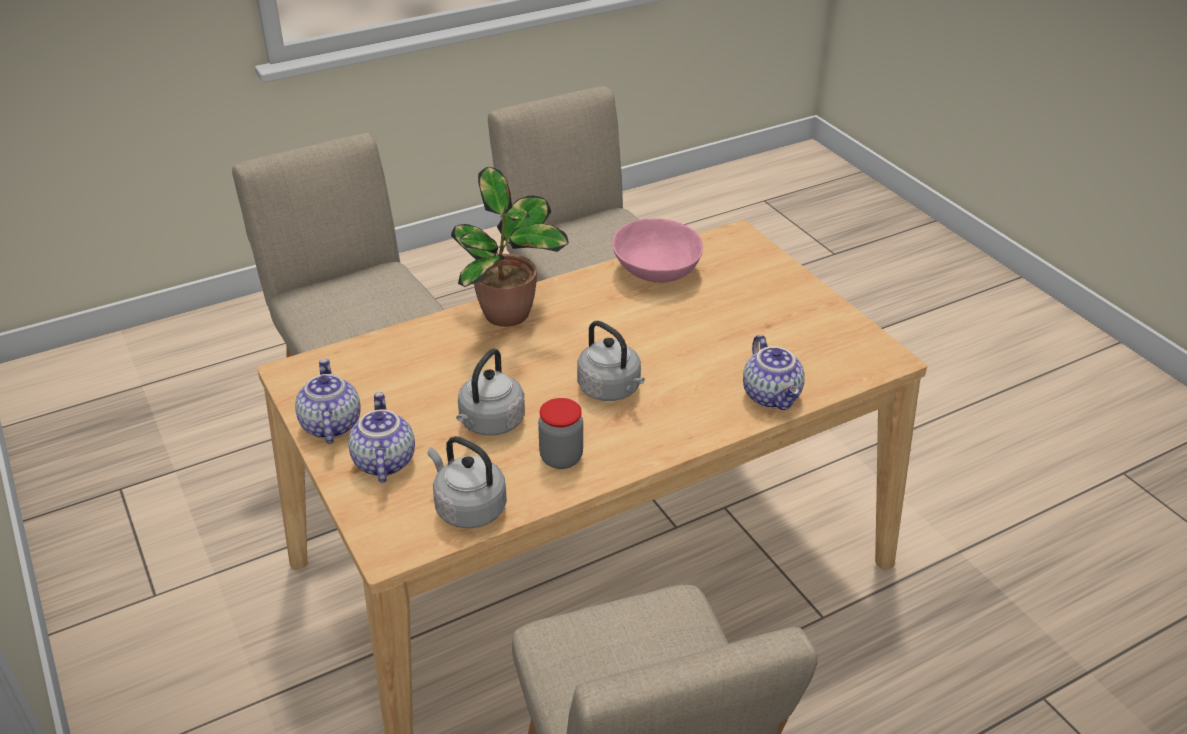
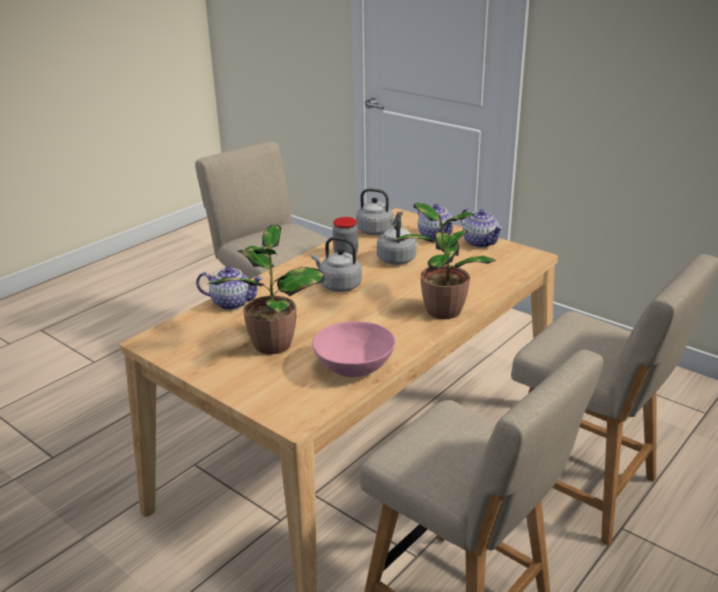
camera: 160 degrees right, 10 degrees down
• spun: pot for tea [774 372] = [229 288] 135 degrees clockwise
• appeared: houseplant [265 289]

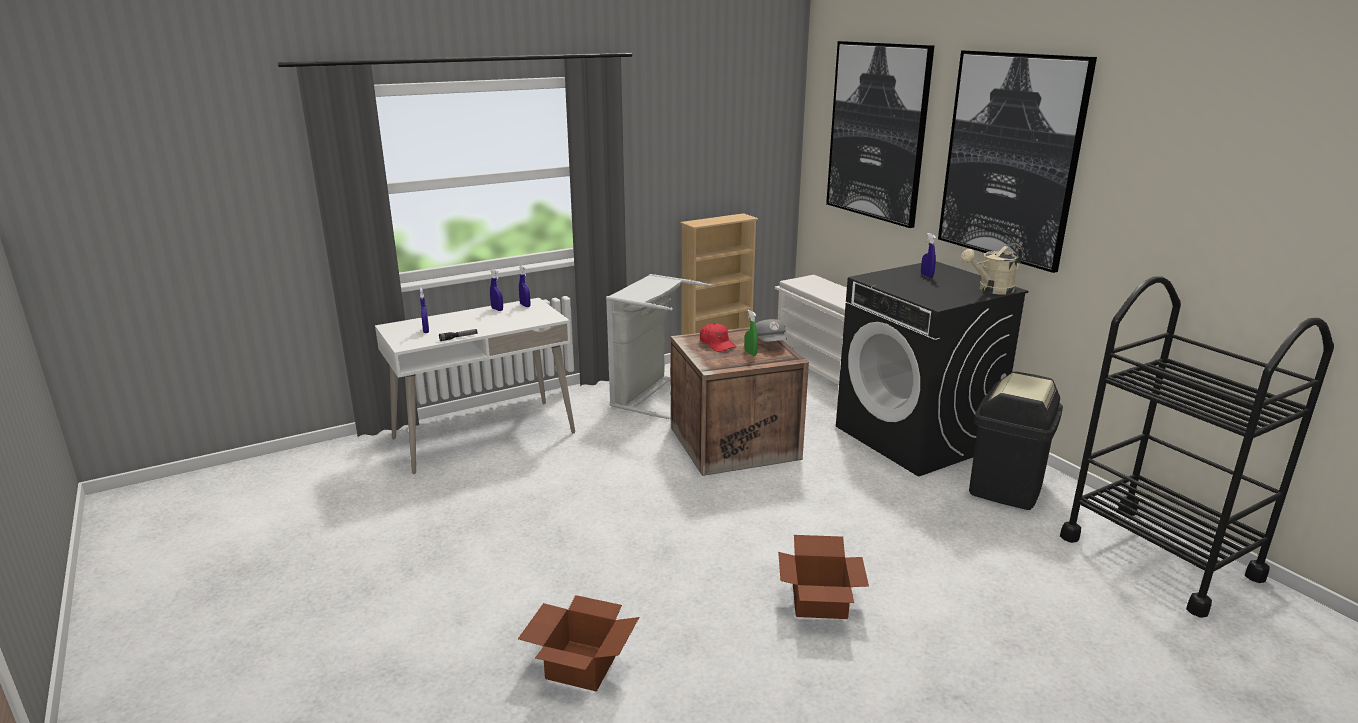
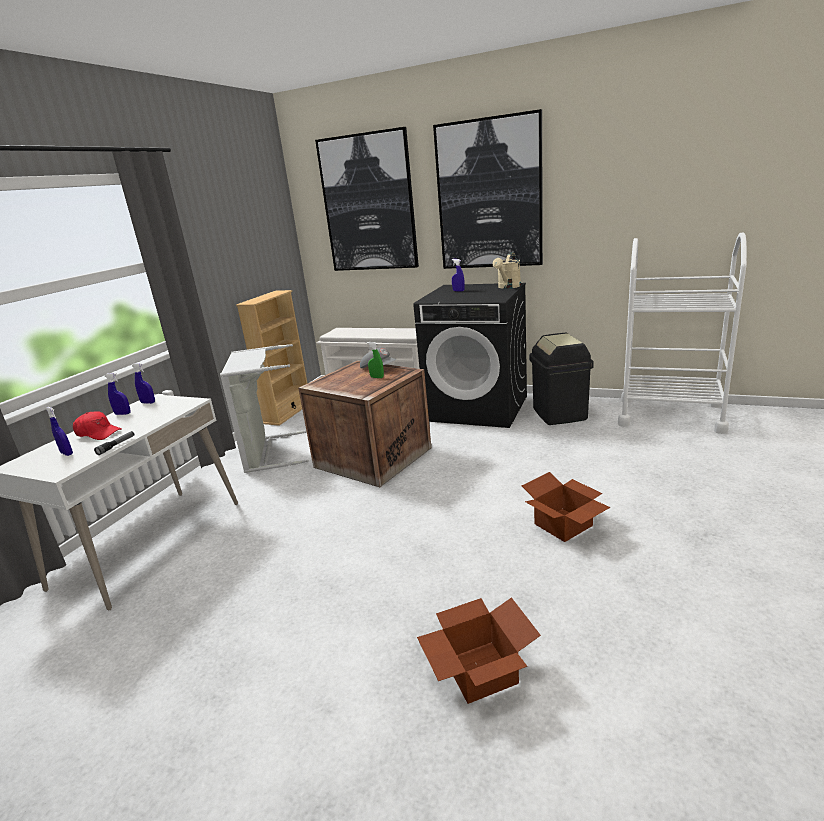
camera: 35 degrees left, 0 degrees up
• relocated: red cap [718 337] to [97 425]
• colour: black trolley [1197 447] to white-coloured trolley [682 333]

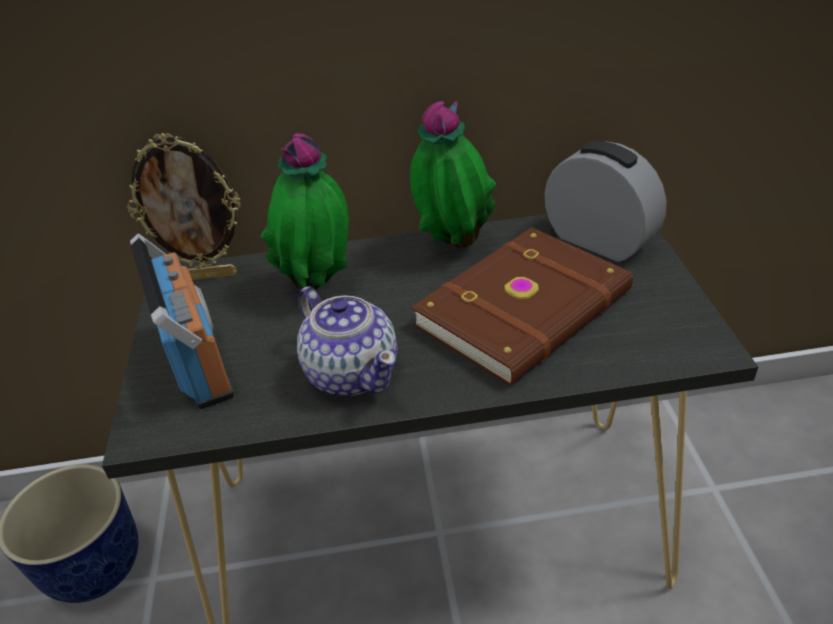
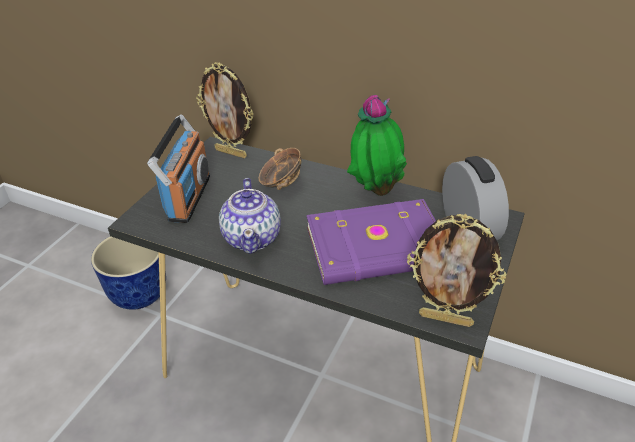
camera: 30 degrees right, 0 degrees up
• exchanged: houseplant [304 212] to deep dish [280 169]
• colour: brown-coloured volume [522 306] to purple volume [371 242]
• appeared: picture frame [456 270]

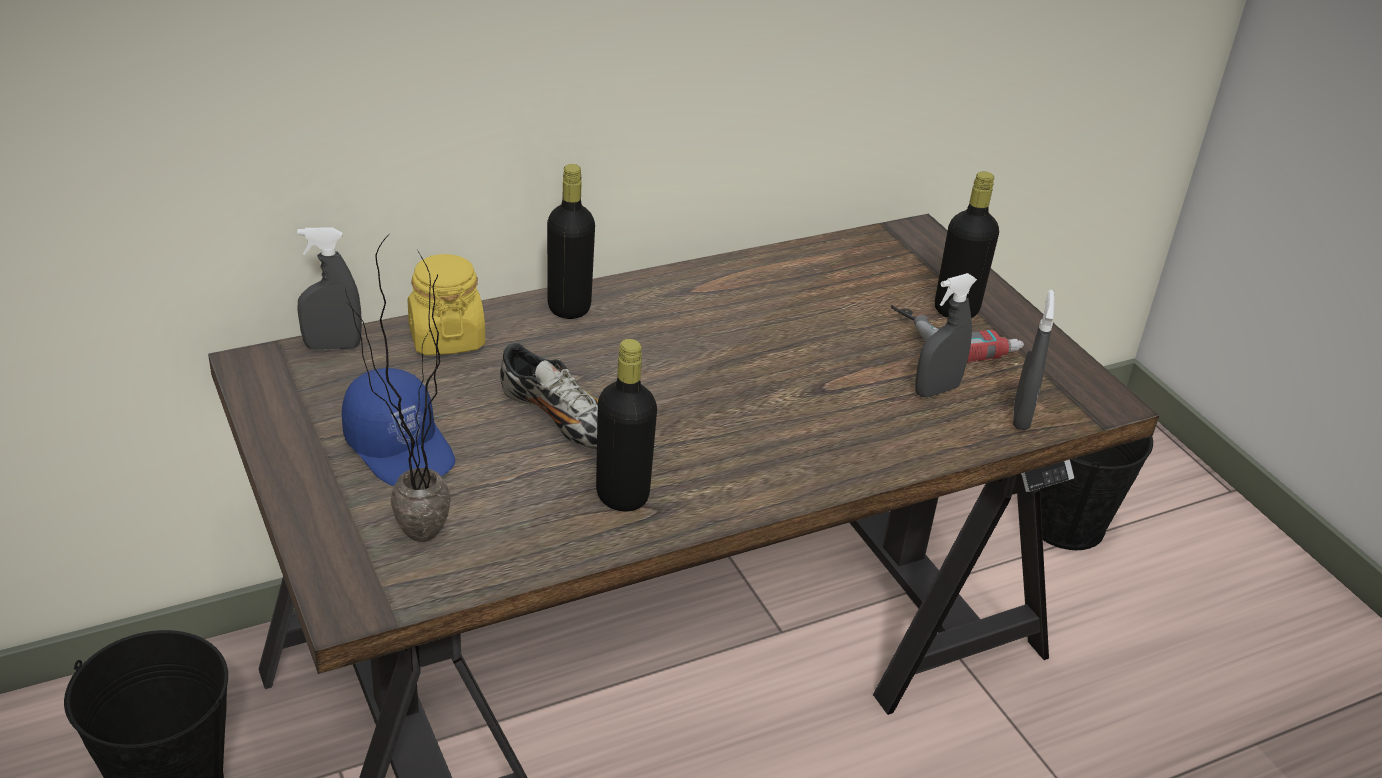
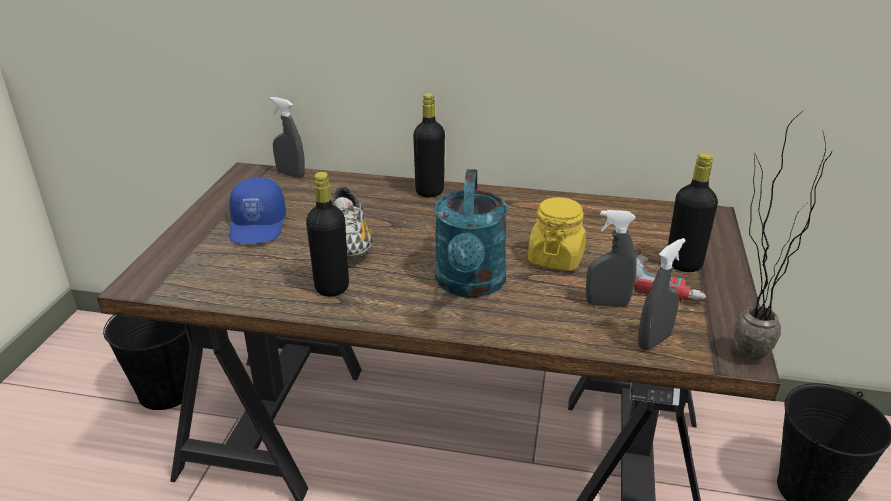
camera: 40 degrees right, 5 degrees down
• appeared: turquoise sprinkling can [471 233]
• relocated: yellow-coloured jar [446 304] to [557 234]
• relocated: houseplant [398 389] to [783 235]

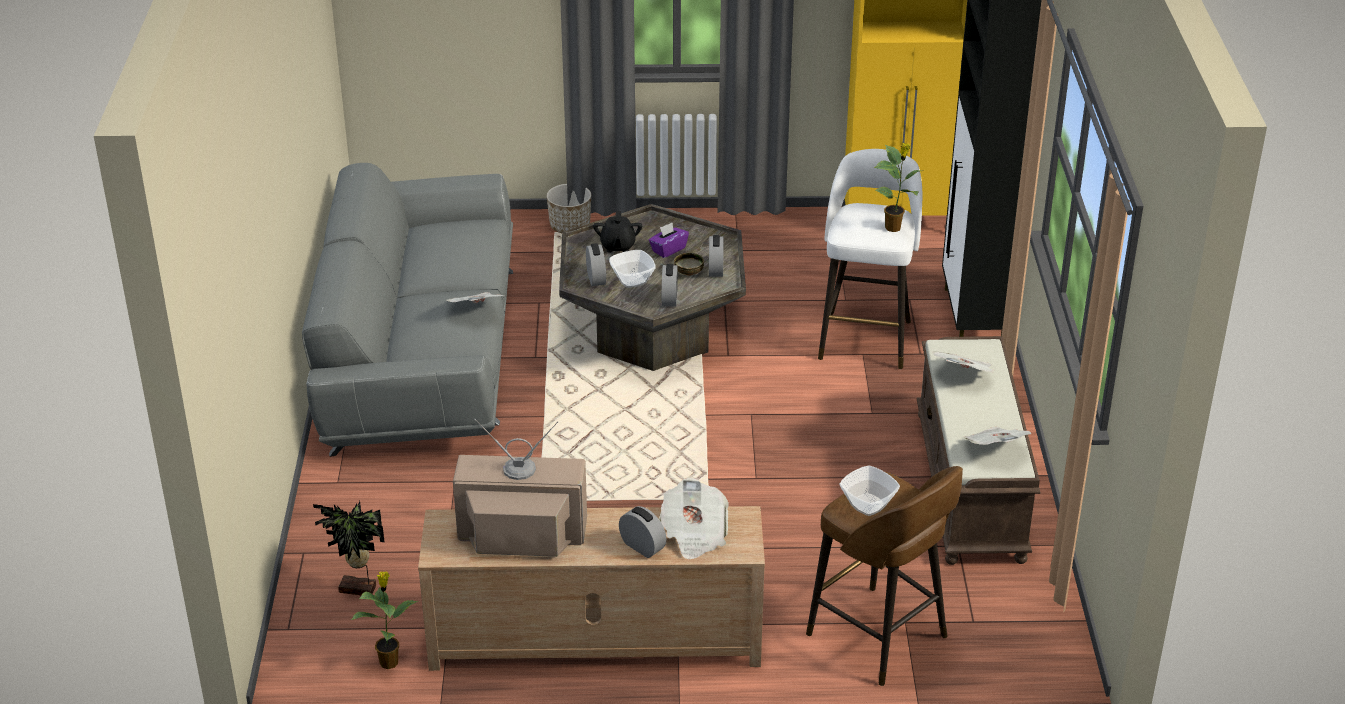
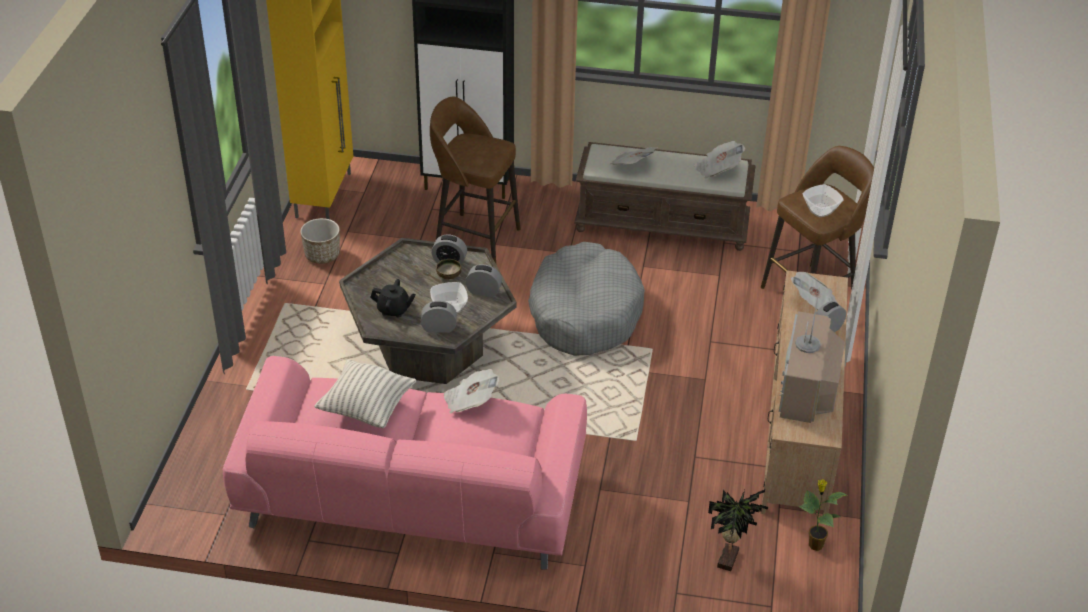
camera: 80 degrees left, 5 degrees up
• colour: greyish settee [407 310] to pink settee [405 462]
• relocated: flower pot [569 208] to [320 241]
• appeared: cushion [365 393]
• colour: white-coloured stool seat [870 259] to brown-coloured stool seat [475 180]
• appeared: greyish dog bed [586 299]
• missing: purple box of tissues [669 240]
• missing: houseplant [897 187]

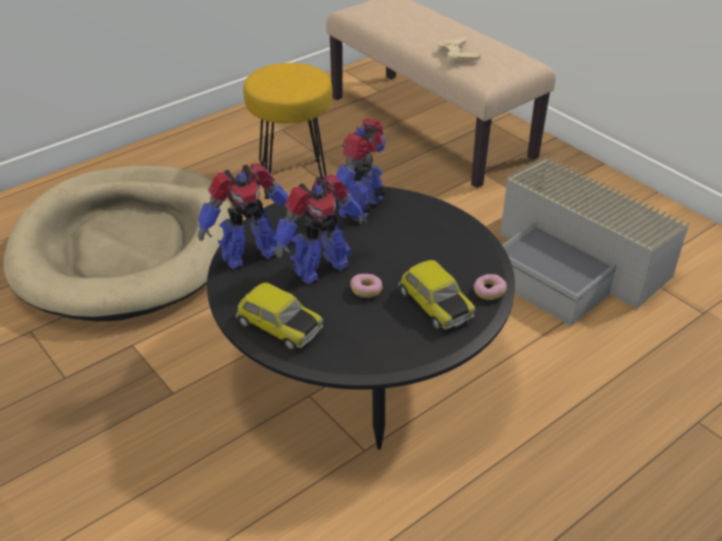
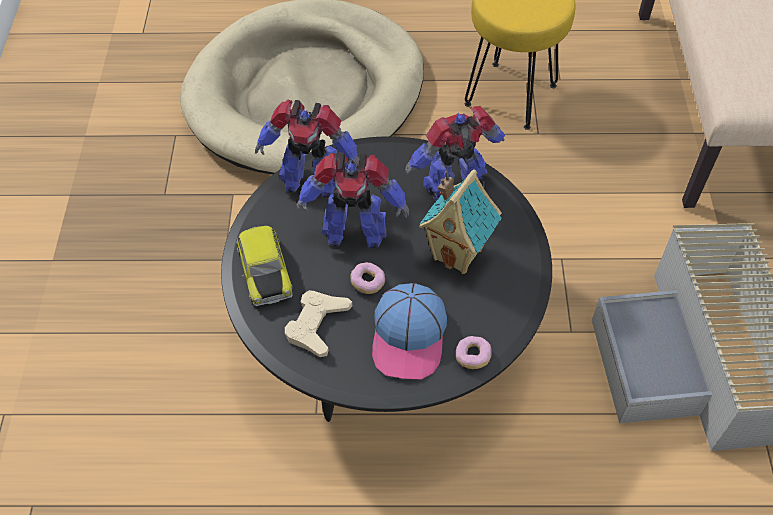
camera: 40 degrees right, 15 degrees up
• relocated: beige-coloured game controller [459 51] to [318 323]
• exchanged: miniature car [437 295] to cap [409 331]
• appeared: model house [460 221]

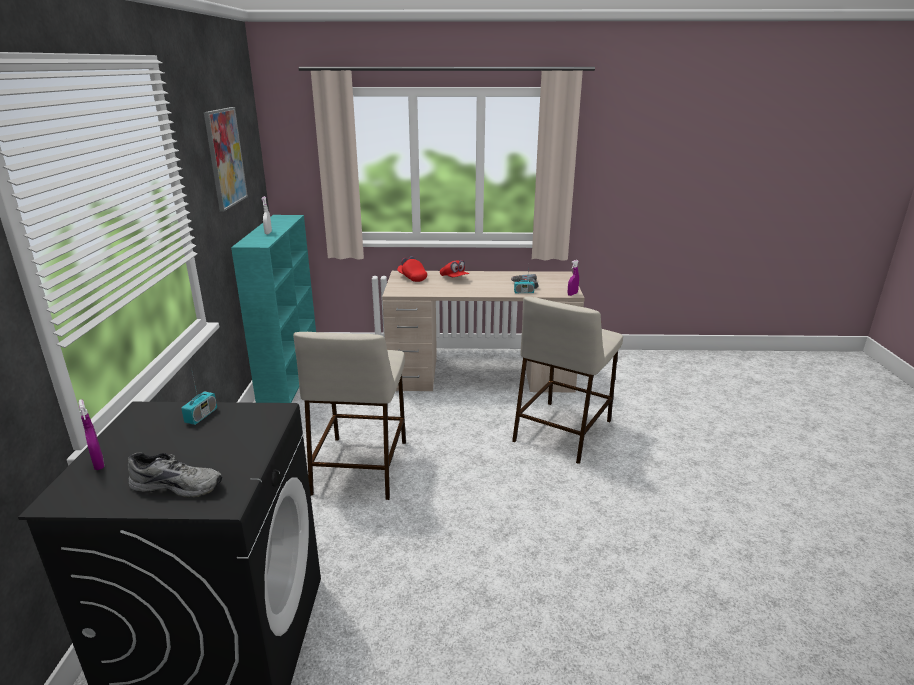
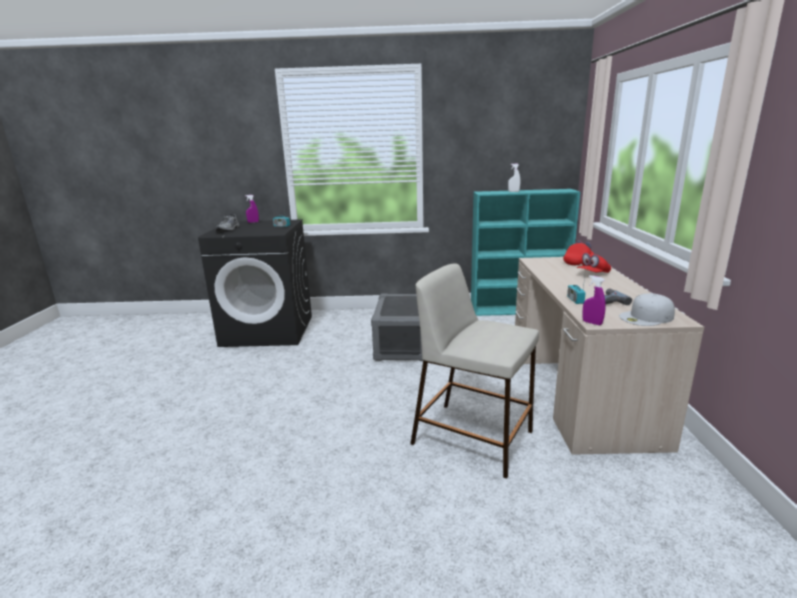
camera: 90 degrees right, 5 degrees down
• exchanged: beige-coloured stool seat [349 416] to greyish storage box [397 327]
• appeared: white-coloured cap [647 309]
• missing: picture [226 159]

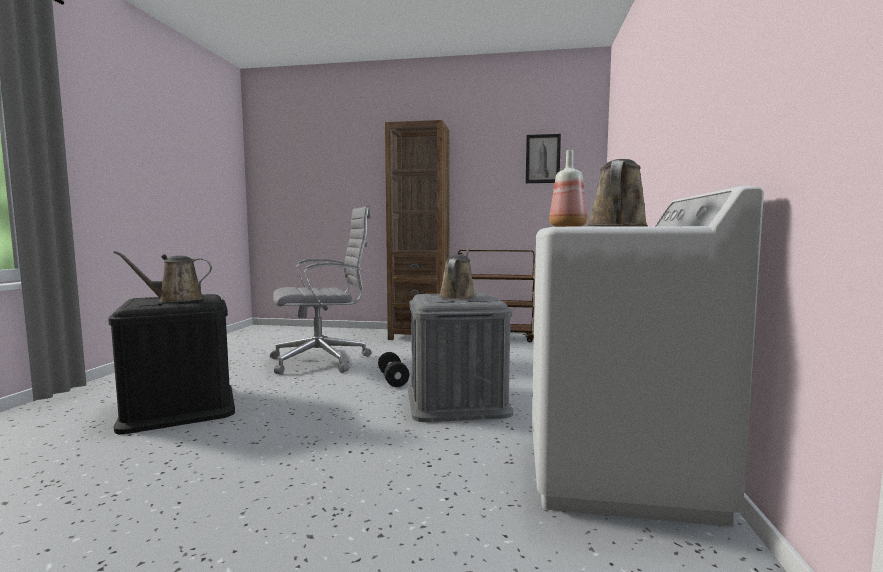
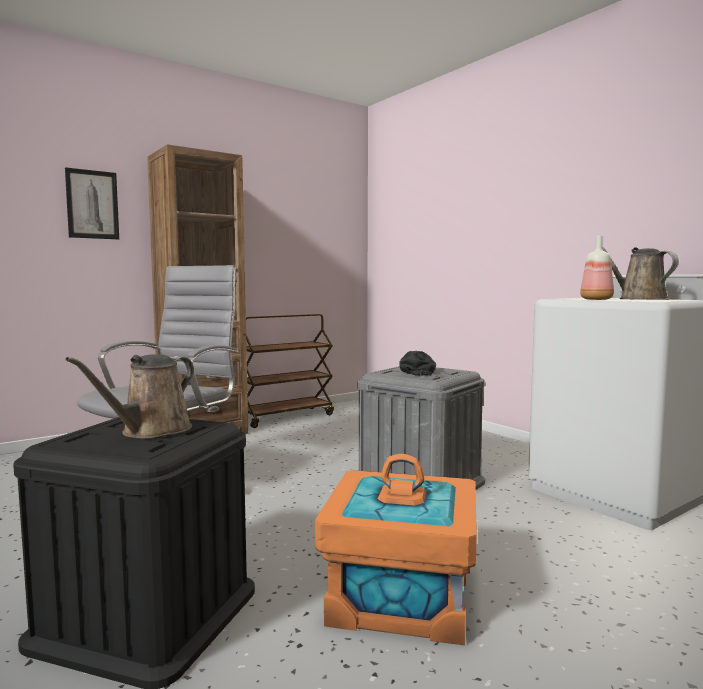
camera: 45 degrees left, 0 degrees up
• relocated: picture [543 158] to [92 203]
• appeared: orange-coloured storage box [396 549]
• exchanged: brown-coloured sprinkling can [457 273] to black cap [417 363]
• missing: black free weight [393 369]

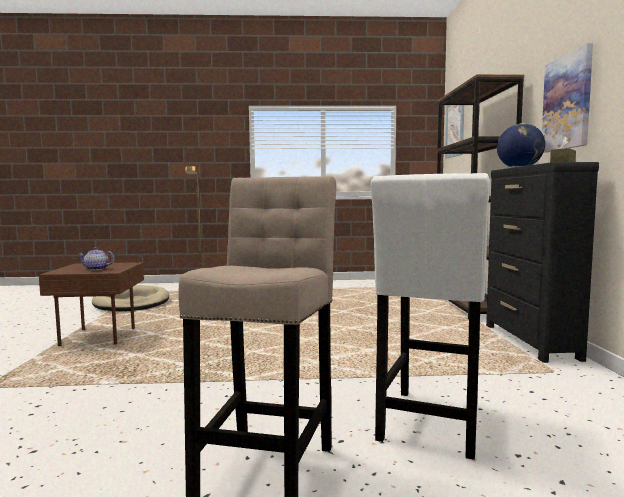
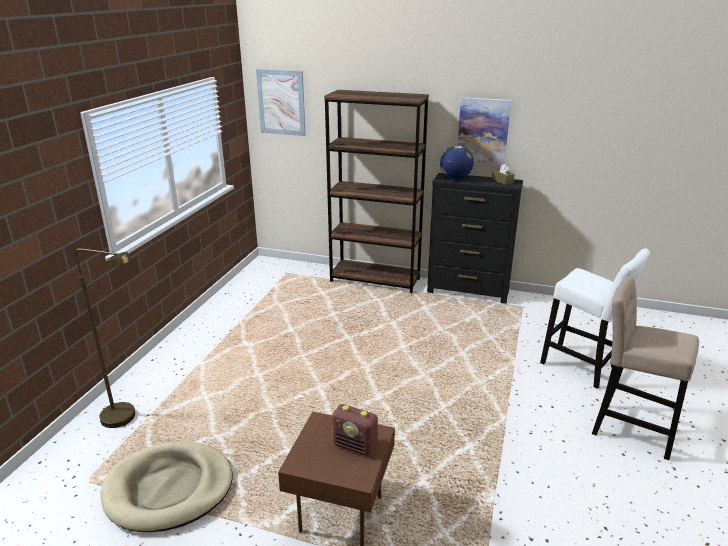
camera: 70 degrees left, 20 degrees up
• exchanged: pot for tea [96 258] to radio [355 430]

